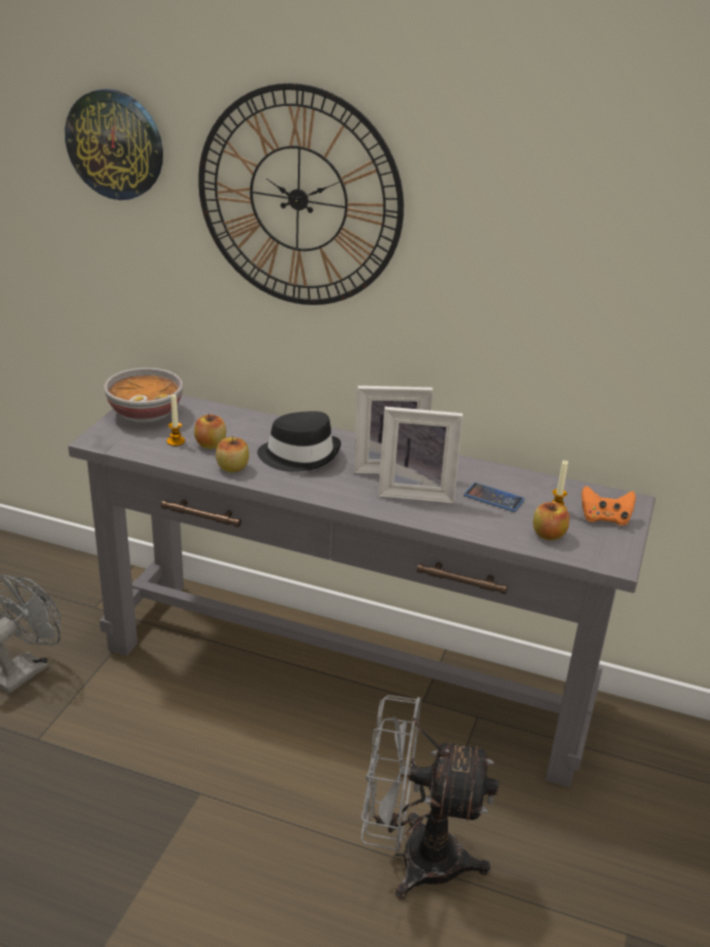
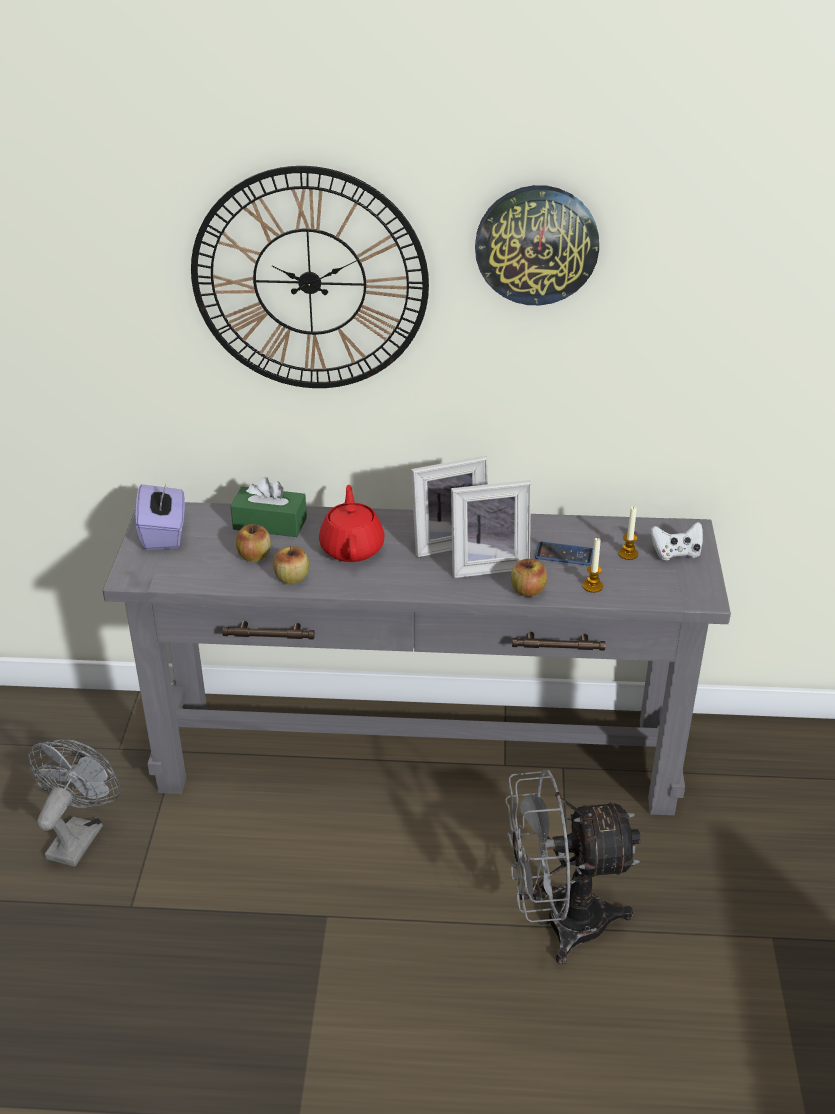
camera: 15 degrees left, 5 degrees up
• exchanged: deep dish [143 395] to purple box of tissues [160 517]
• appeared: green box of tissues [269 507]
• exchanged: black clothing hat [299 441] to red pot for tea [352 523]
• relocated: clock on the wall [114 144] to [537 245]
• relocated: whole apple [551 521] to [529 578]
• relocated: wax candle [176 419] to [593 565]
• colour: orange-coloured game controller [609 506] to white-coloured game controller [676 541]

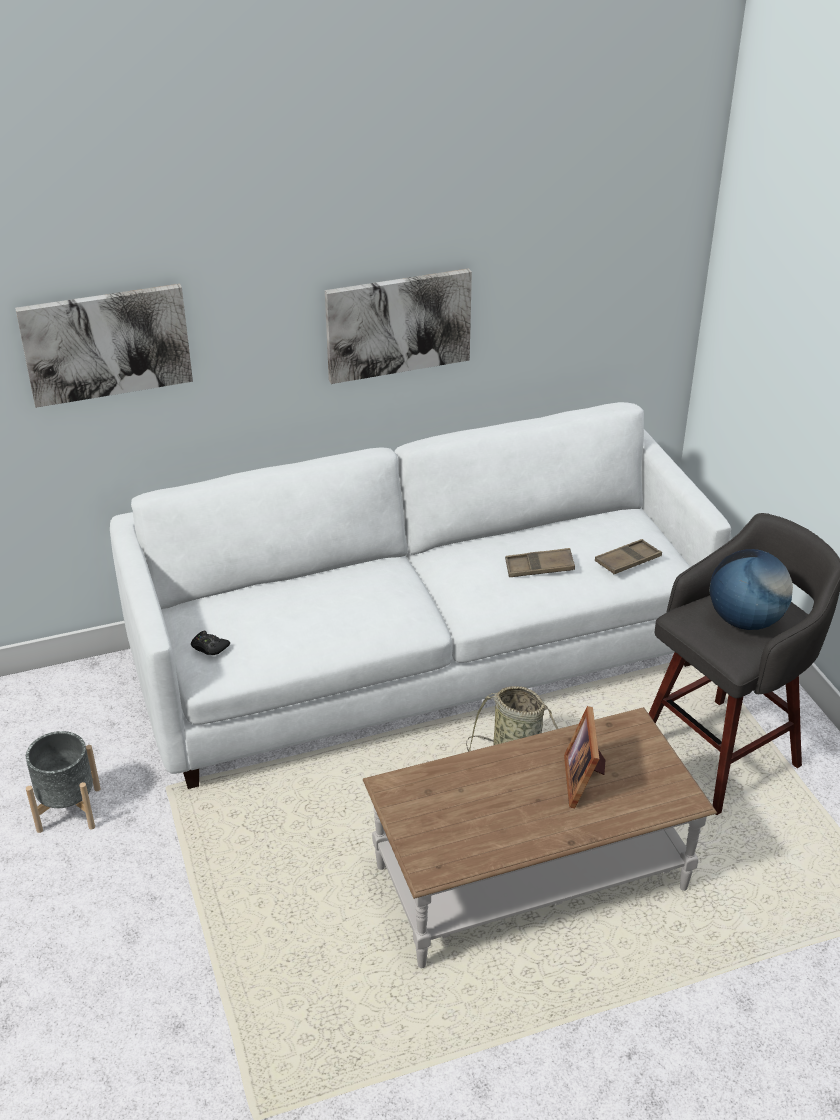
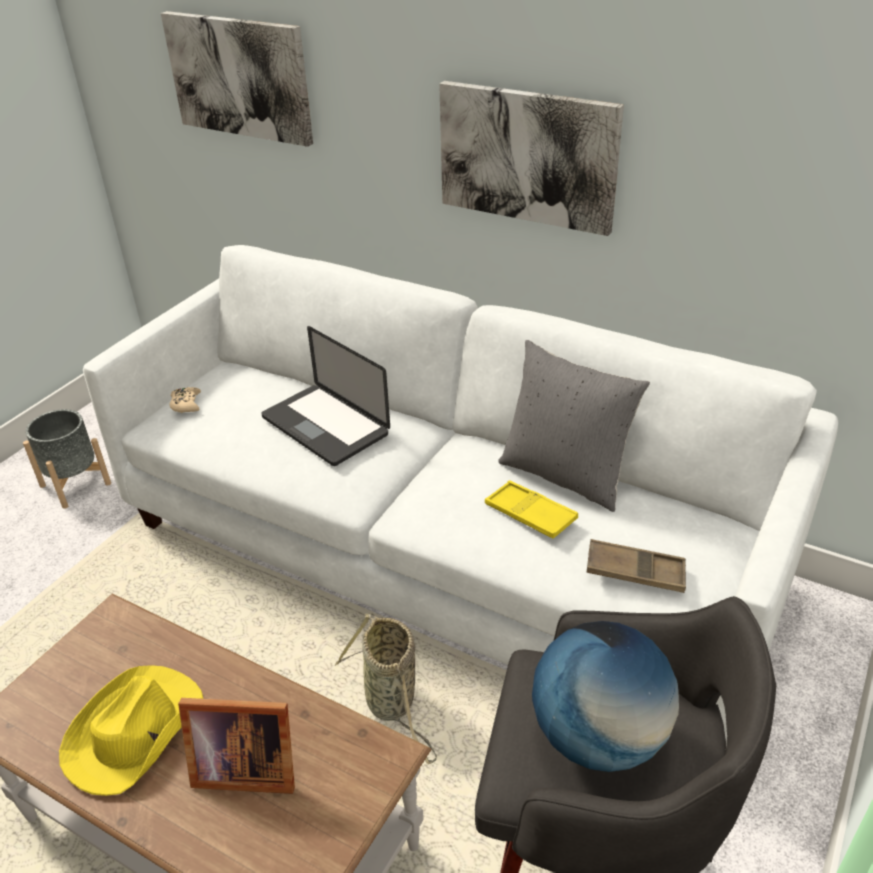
camera: 50 degrees right, 0 degrees up
• appeared: yellow-coloured clothing hat [131 730]
• colour: black game controller [210 643] to beige-coloured game controller [185 400]
• spun: picture frame [584 757] = [236 746] 135 degrees counterclockwise
• appeared: portable computer [325 396]
• colour: brown-coloured serving tray [540 562] to yellow-coloured serving tray [531 509]
• appeared: greyish cushion [574 426]

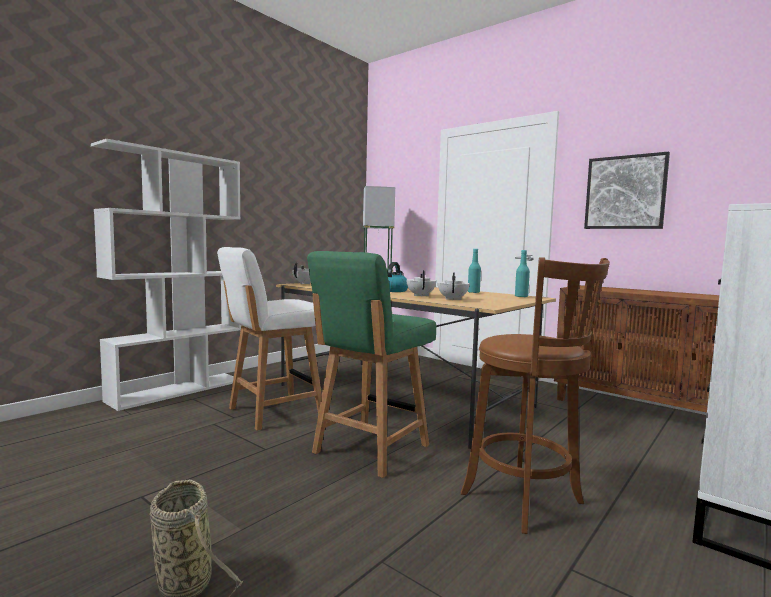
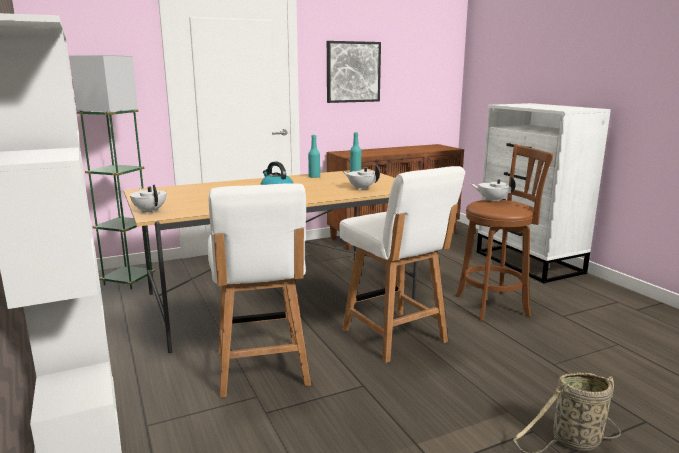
camera: 65 degrees left, 10 degrees up
• colour: green upright chair [371 364] to white-coloured upright chair [402 264]
• relocated: white-coloured pot for tea [421 283] to [493 189]

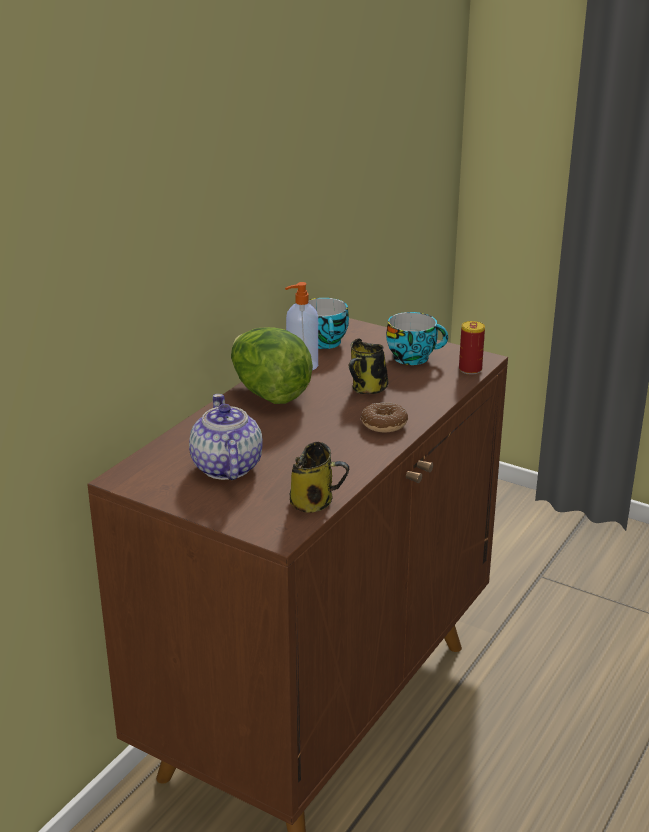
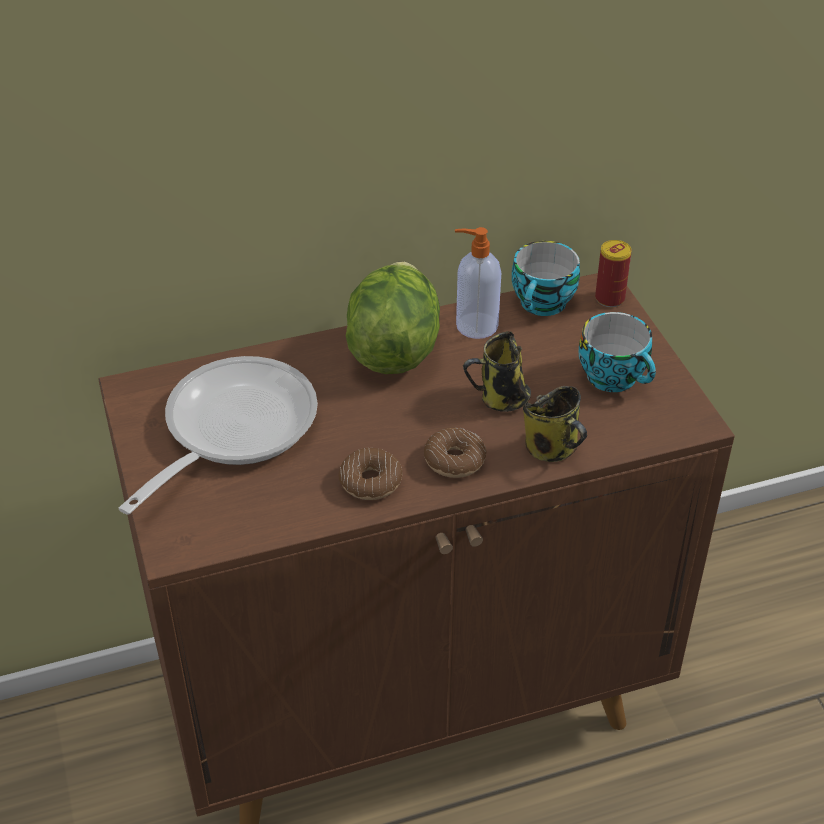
camera: 40 degrees right, 15 degrees up
• exchanged: pot for tea [226 437] to frying pan [218 435]
• appeared: doughnut [370 474]
• relocated: tea mug [319 477] to [555 424]
• relocated: can [472 348] to [613 273]

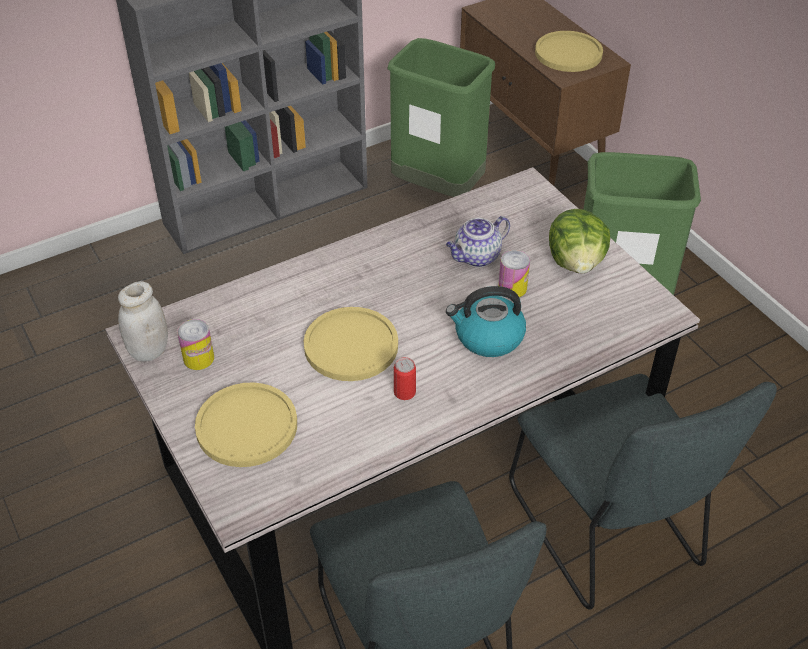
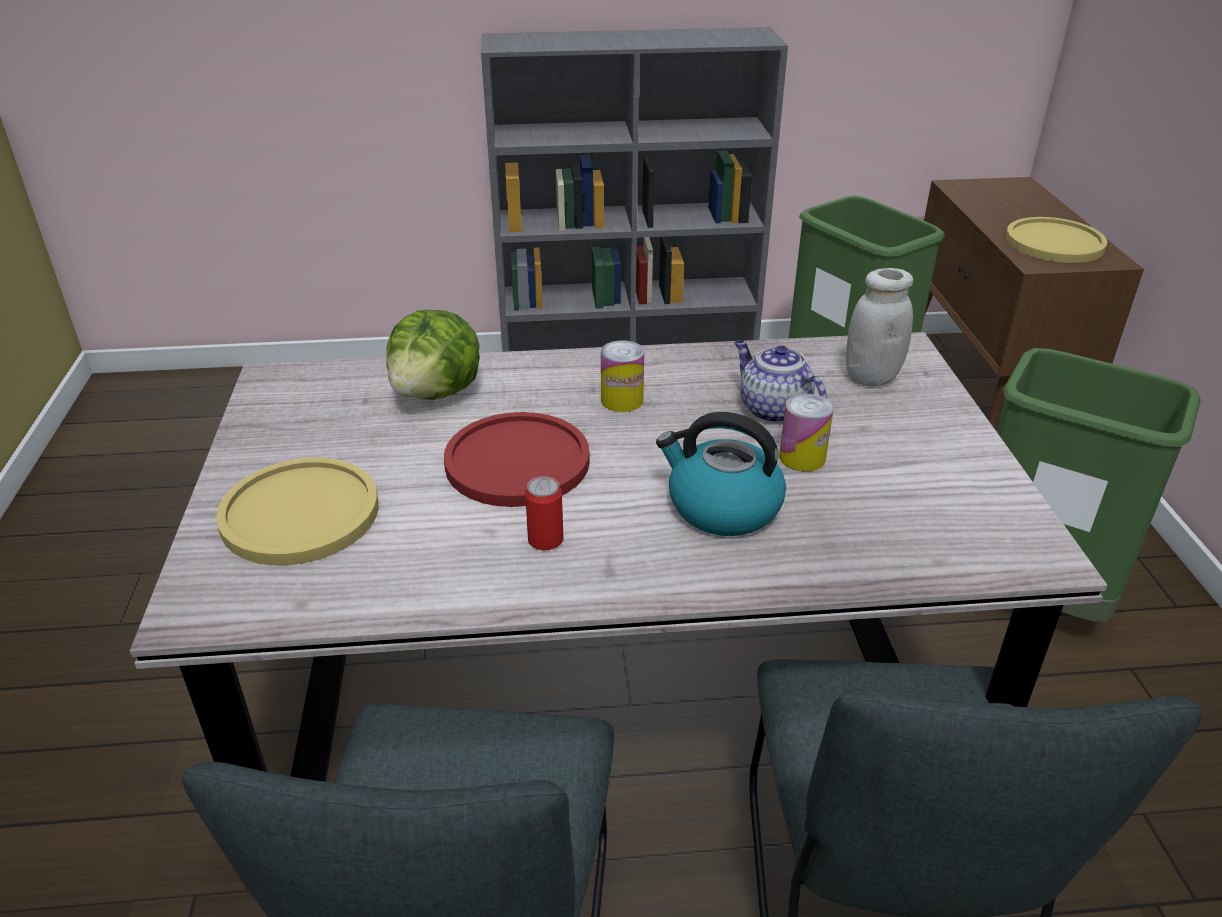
camera: 25 degrees right, 10 degrees down
• relocated: head of lettuce [579 241] to [433 355]
• colour: yellow-coloured flat dish [351 344] to red flat dish [517 459]
• relocated: can [195 344] to [622 376]
• spun: pot for tea [478 241] = [780 381] 60 degrees clockwise
• relocated: white-coloured jar [143 321] to [879 327]

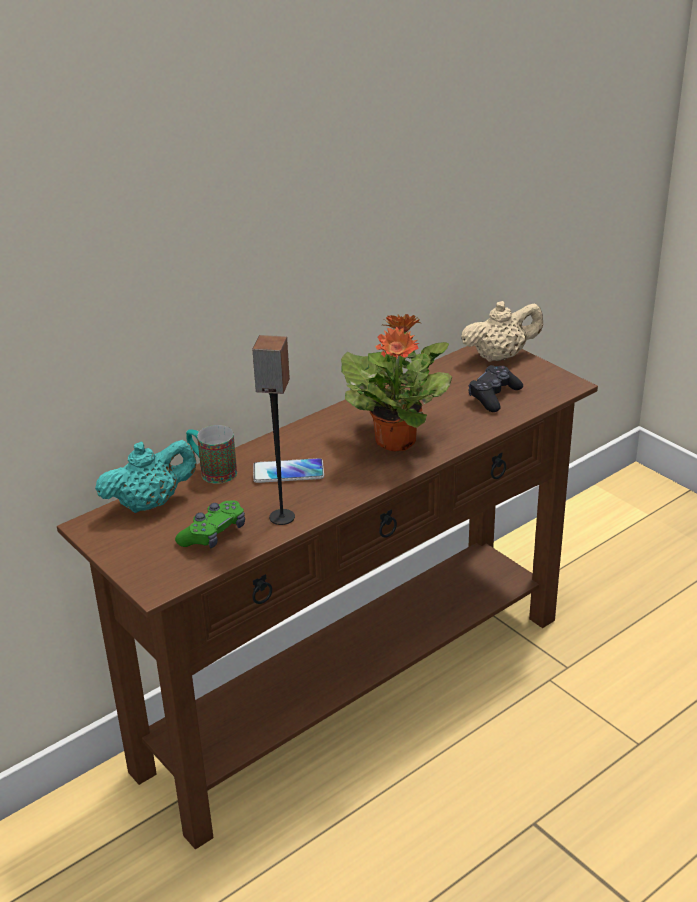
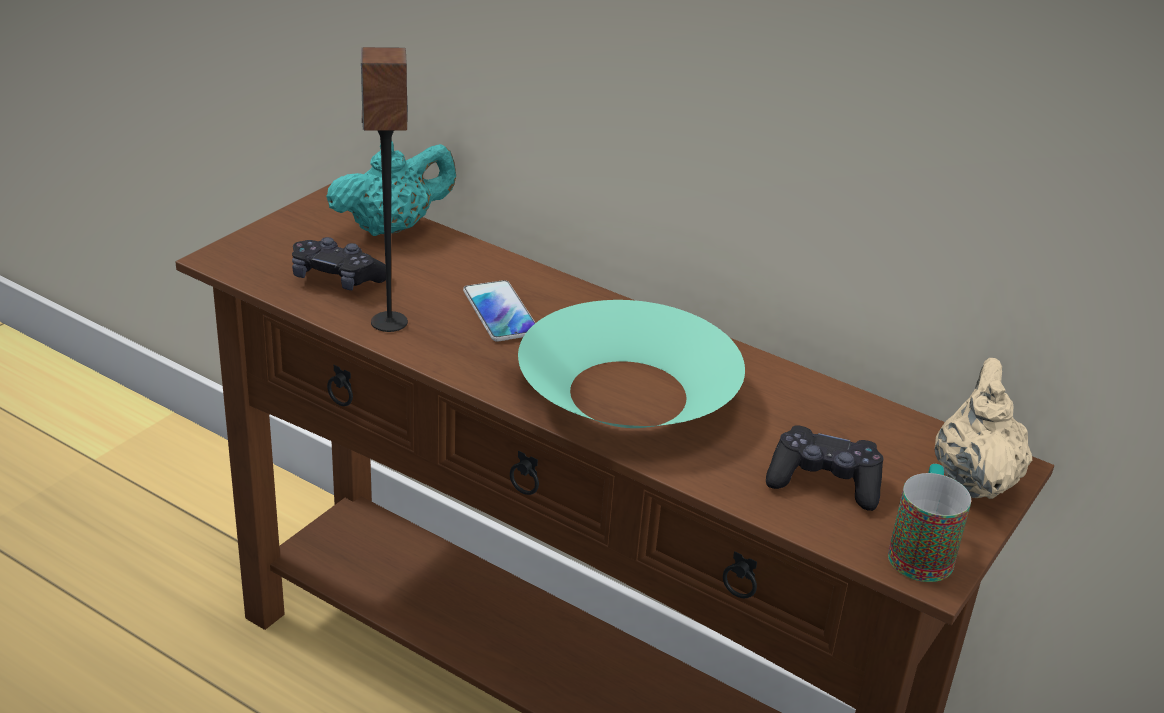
camera: 70 degrees right, 0 degrees up
• colour: green game controller [210 524] to black game controller [339 263]
• spun: turquoise pot for tea [145 476] = [391 188] 75 degrees counterclockwise
• exchanged: houseplant [396 382] to turquoise deep dish [631 364]
• relocated: tea mug [211 454] to [929 523]
• spun: beige-coloured pot for tea [502 331] = [983 428] 135 degrees counterclockwise

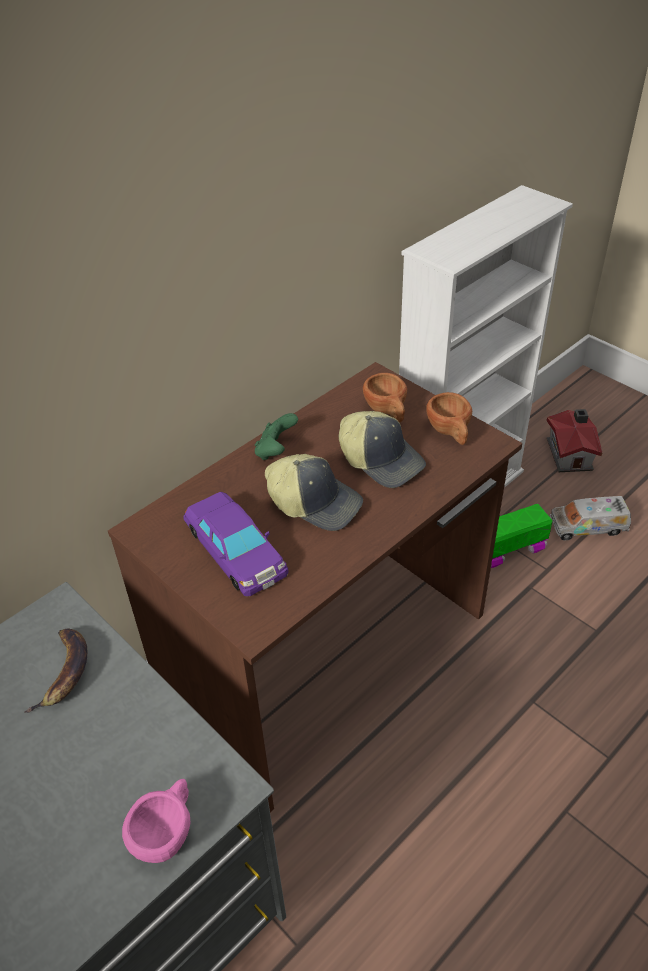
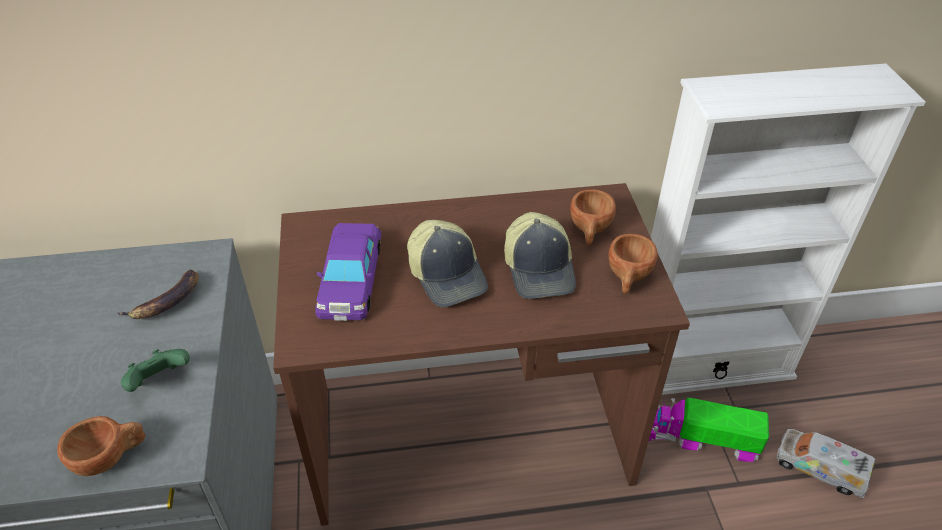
camera: 35 degrees right, 0 degrees up
• colour: pink drinking cup [156 821] to brown-coloured drinking cup [101 446]
• relocated: green game controller [276 436] to [155 370]
• missing: model house [574 440]

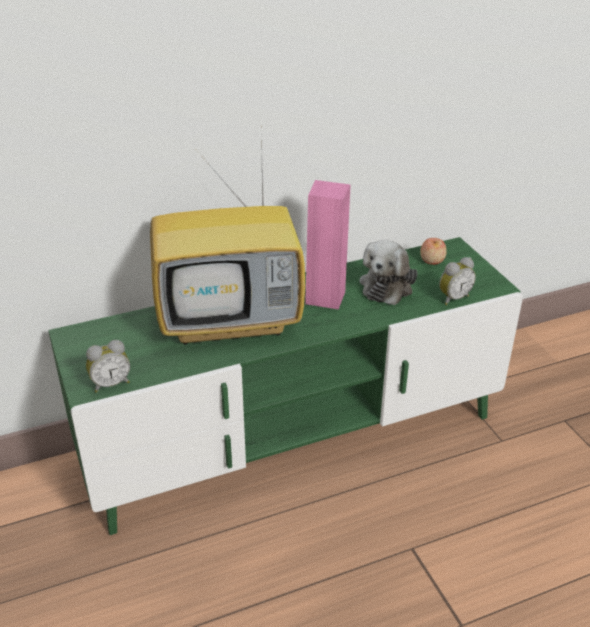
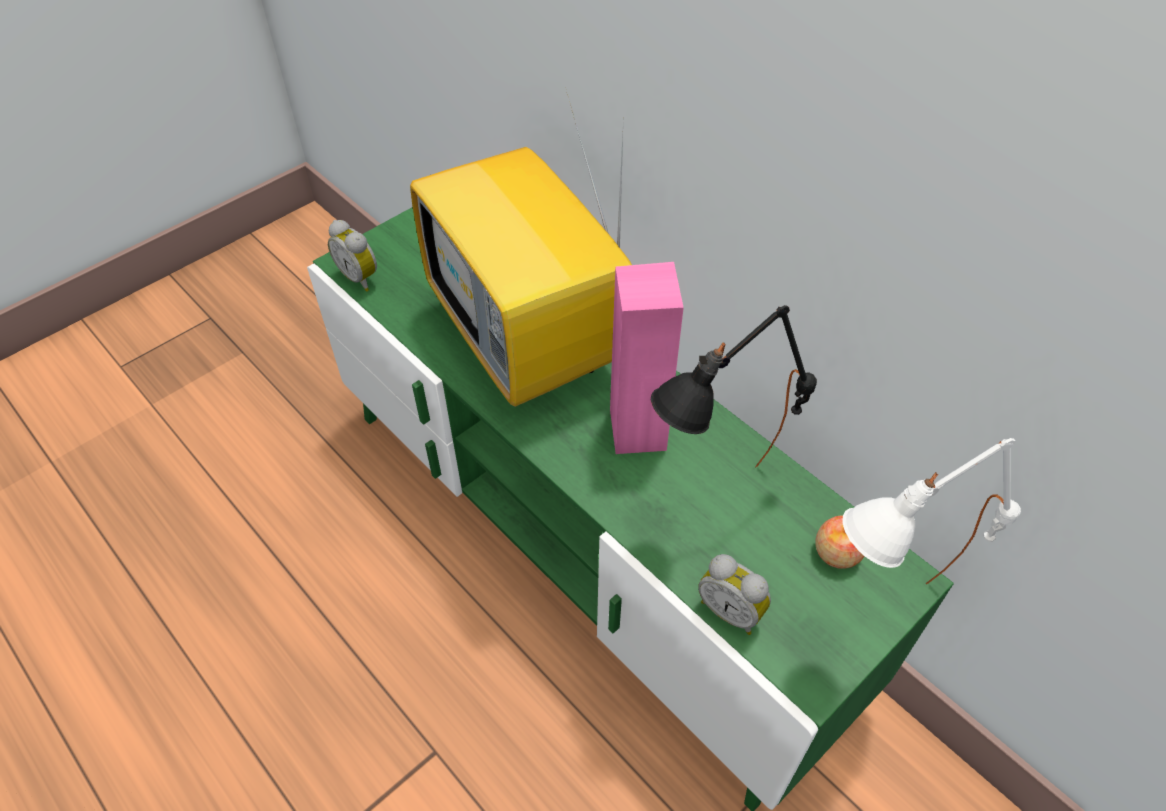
camera: 70 degrees right, 15 degrees up
• exchanged: soft toy [388 272] to black table lamp [734 386]
• appeared: white-coloured table lamp [931 511]

